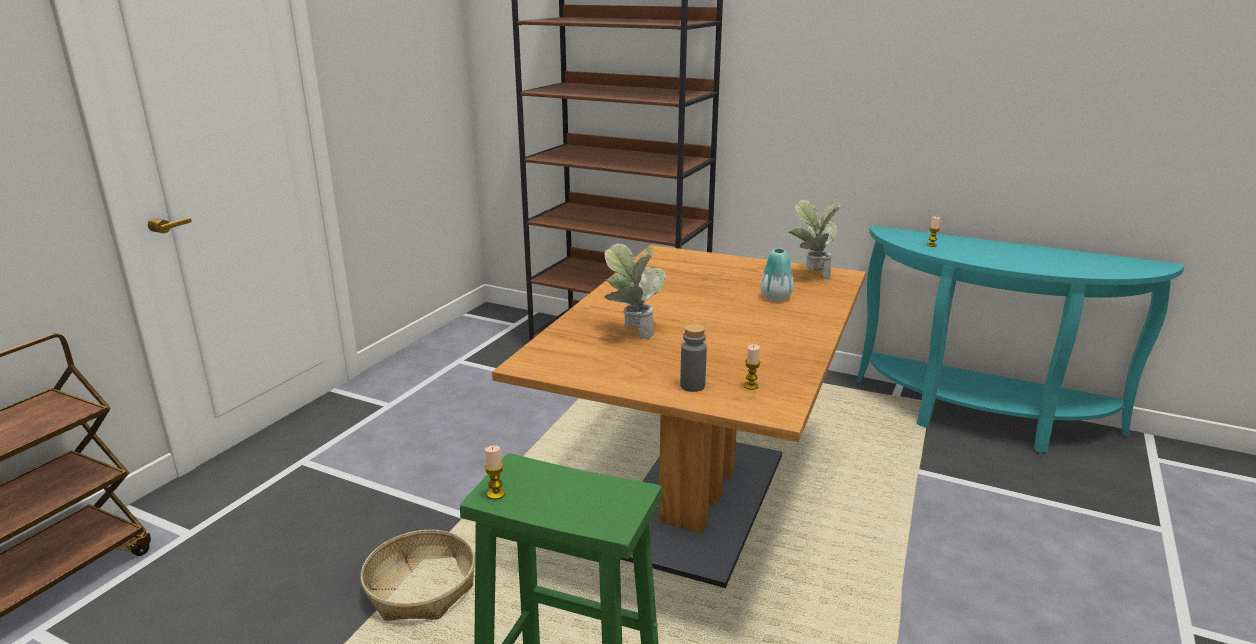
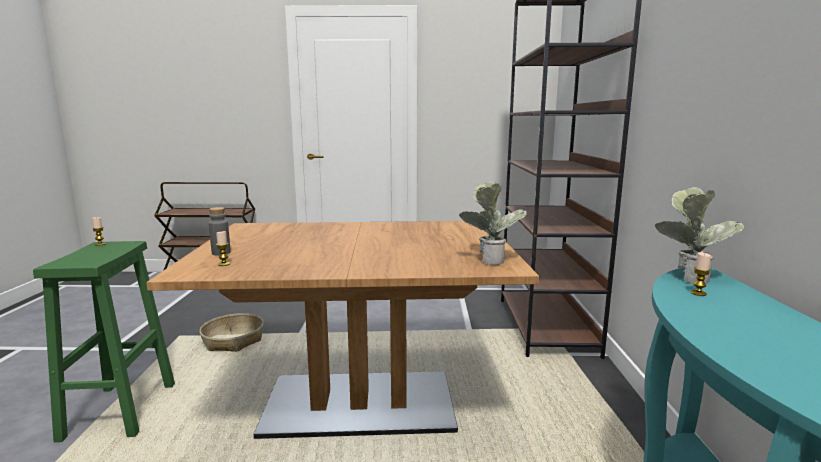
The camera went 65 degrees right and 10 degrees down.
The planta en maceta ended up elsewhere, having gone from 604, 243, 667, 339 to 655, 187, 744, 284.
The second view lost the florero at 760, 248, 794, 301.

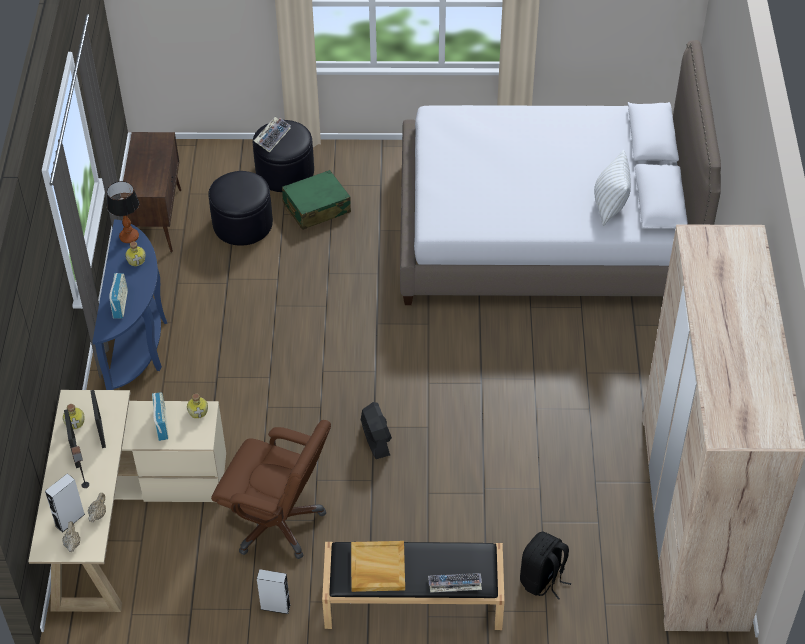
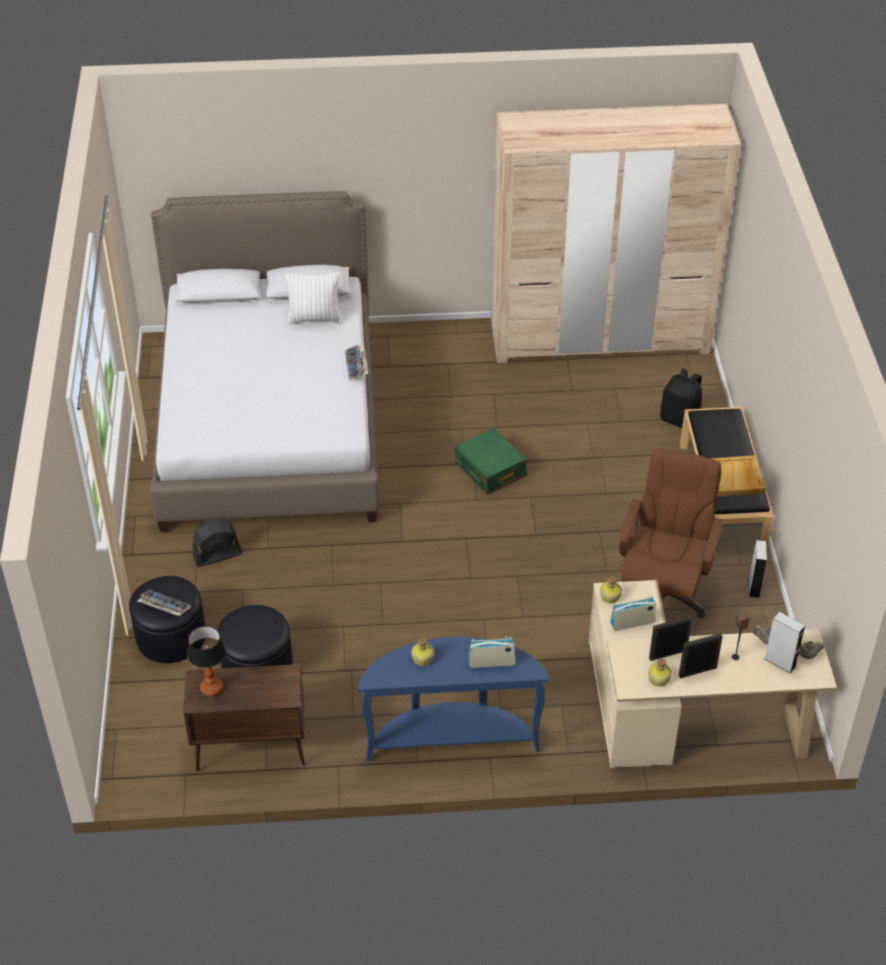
The camera went 95 degrees left and 5 degrees down.
The lámpara de mesa ended up elsewhere, having gone from 106, 181, 139, 243 to 187, 626, 226, 696.
The ventilador/negro ended up elsewhere, having gone from 361, 402, 392, 459 to 193, 518, 242, 567.
The teclado ended up elsewhere, having gone from 428, 573, 482, 593 to 345, 345, 368, 381.
The maleta/verde ended up elsewhere, having gone from 282, 170, 351, 230 to 455, 428, 527, 494.

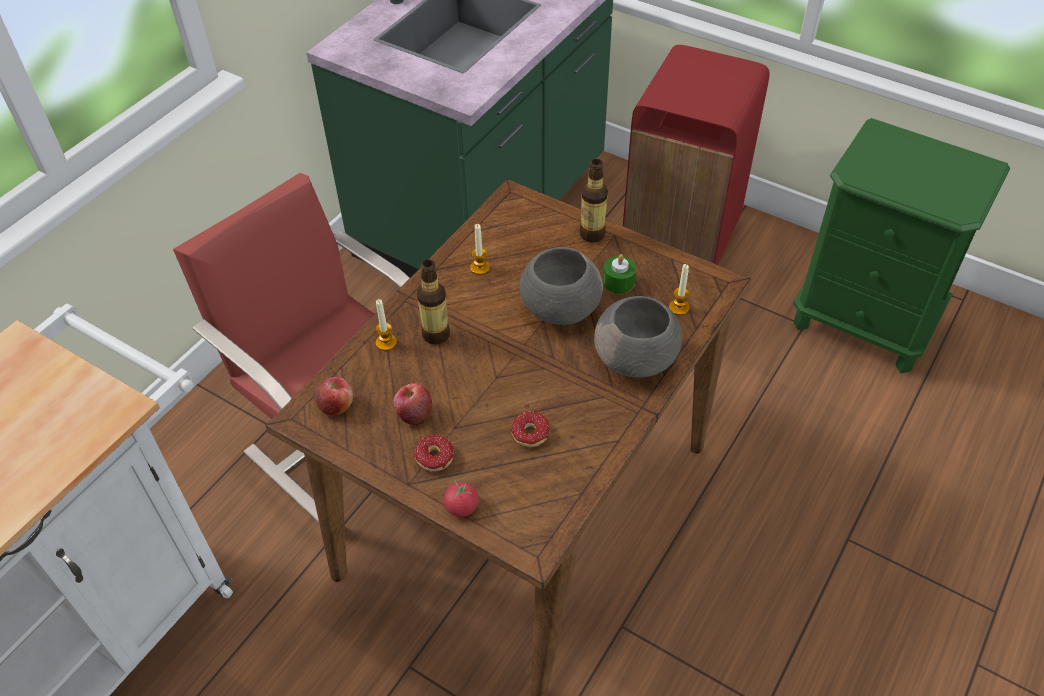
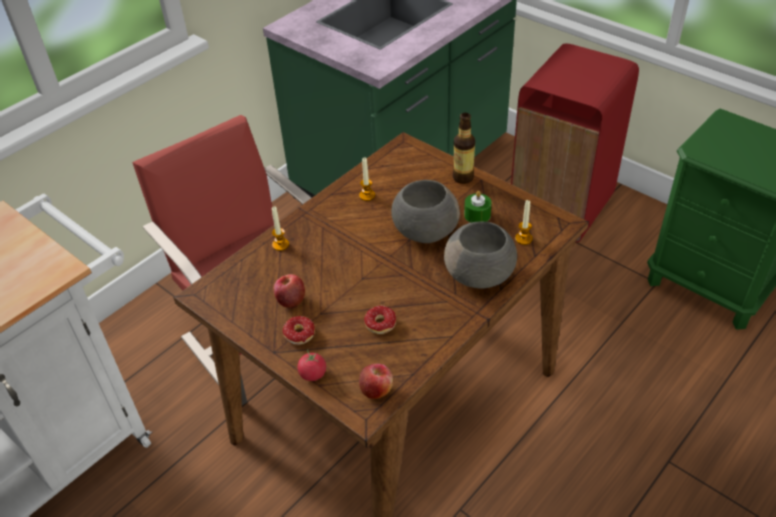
The camera went 10 degrees right and 5 degrees down.
The manzana ended up elsewhere, having gone from 315, 377, 353, 416 to 359, 364, 393, 399.
The second view lost the botella at 417, 259, 450, 345.

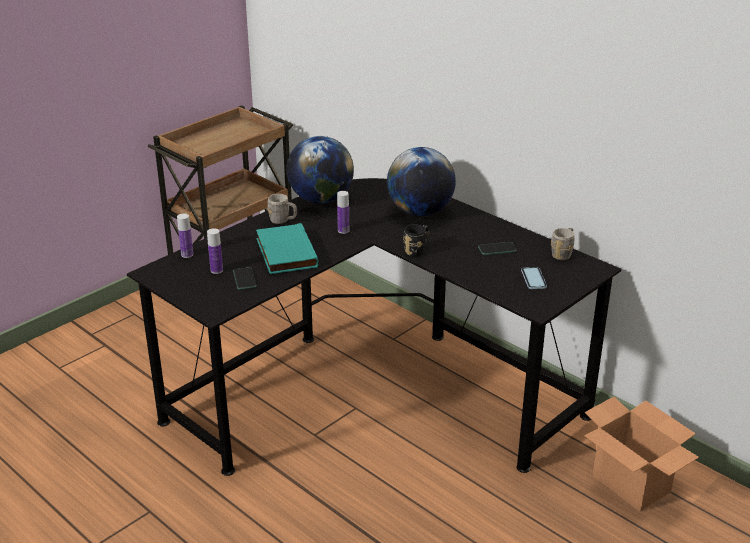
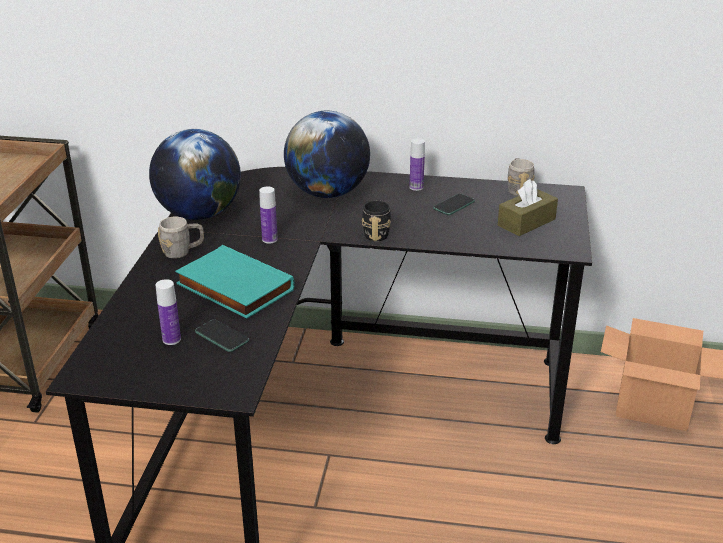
The camera went 35 degrees left and 0 degrees up.
The botella ended up elsewhere, having gone from 177, 214, 193, 258 to 410, 138, 425, 191.
Where the móvil stood at 521, 267, 547, 289, the caja de pañuelos/marrón came to stand at 498, 179, 558, 236.

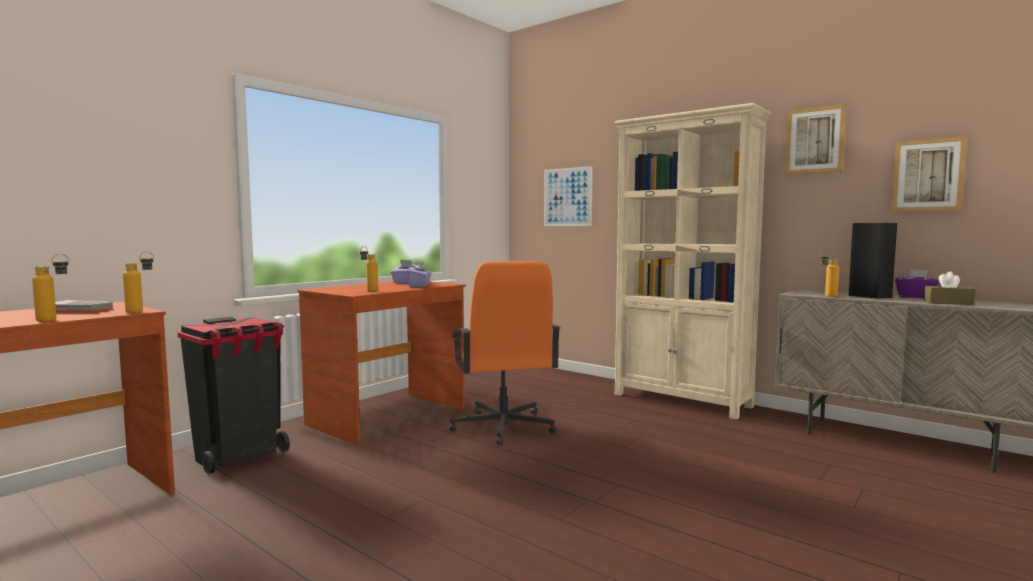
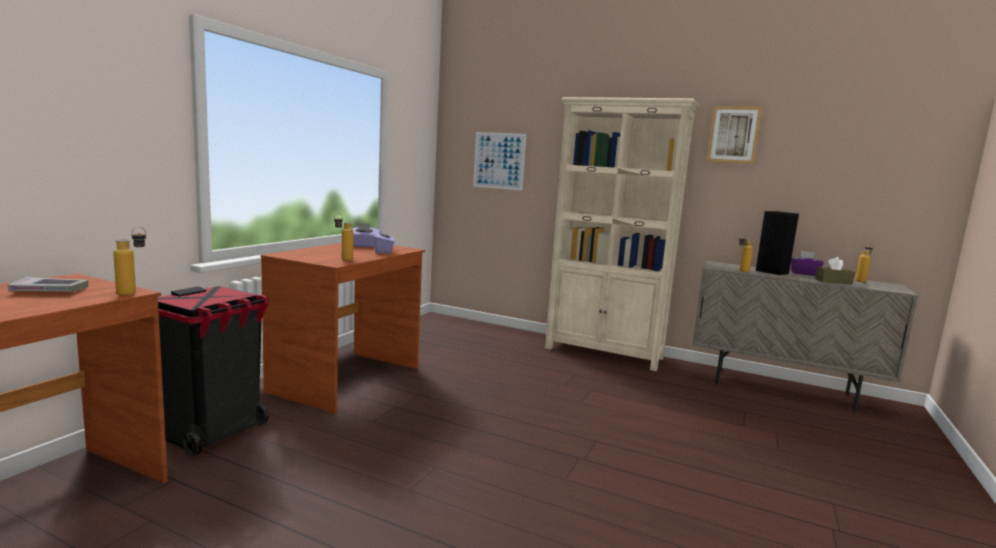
The camera went 15 degrees left and 5 degrees up.
The botella ended up elsewhere, having gone from 32, 254, 69, 322 to 855, 245, 873, 282.
The second view lost the silla de oficina/naranja at 449, 261, 561, 446.
The second view lost the cuadro at 891, 136, 967, 212.

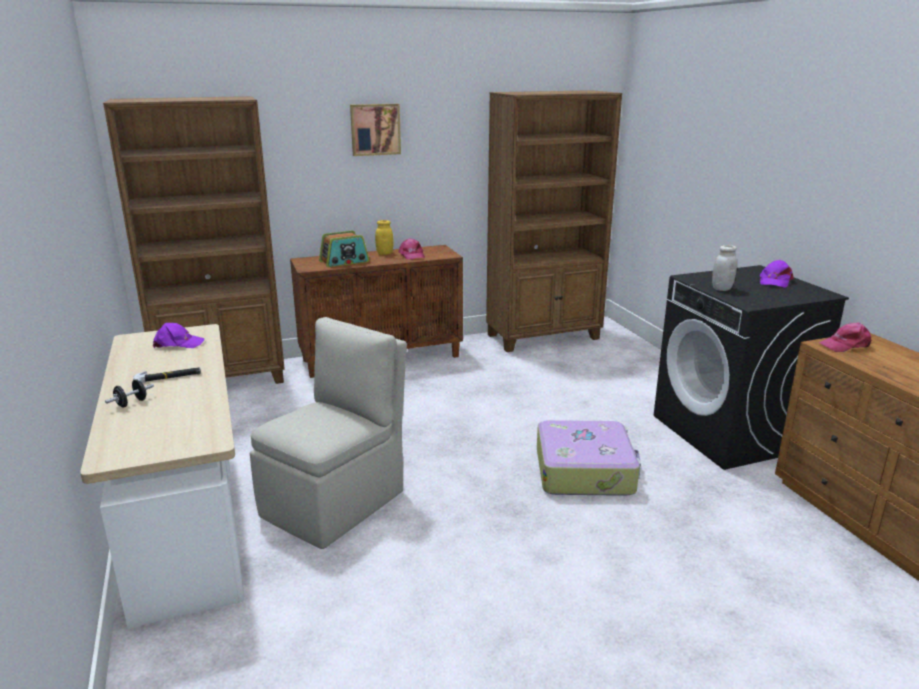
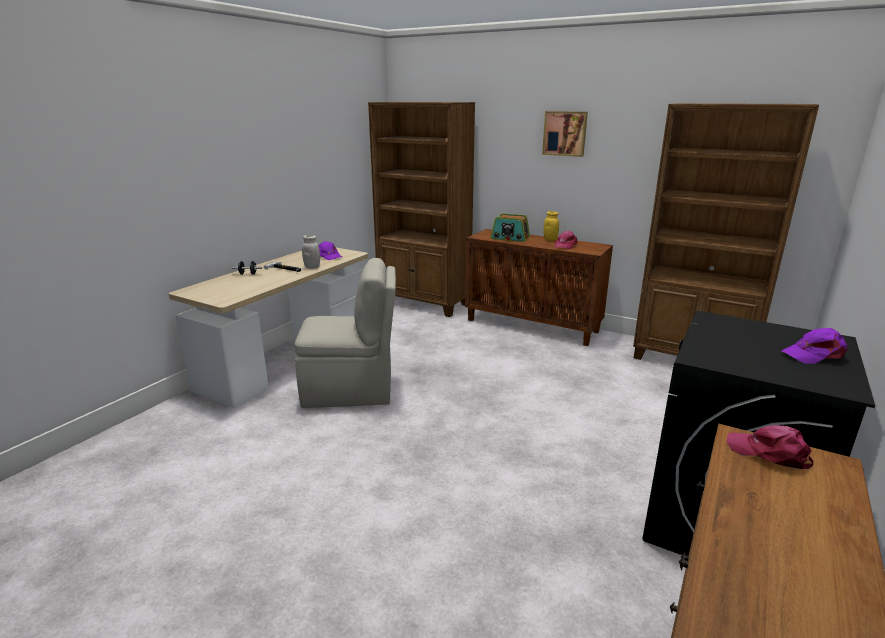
The camera went 50 degrees right and 0 degrees up.
The tarro/blanco ended up elsewhere, having gone from 712, 245, 737, 291 to 302, 235, 320, 269.
The second view lost the maleta at 537, 420, 641, 496.

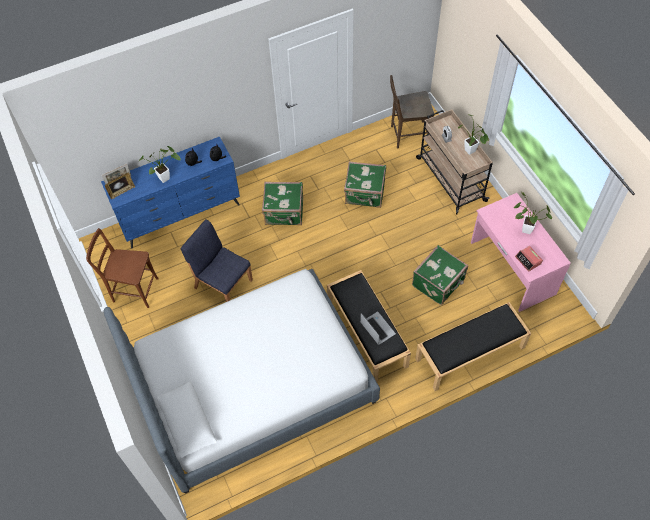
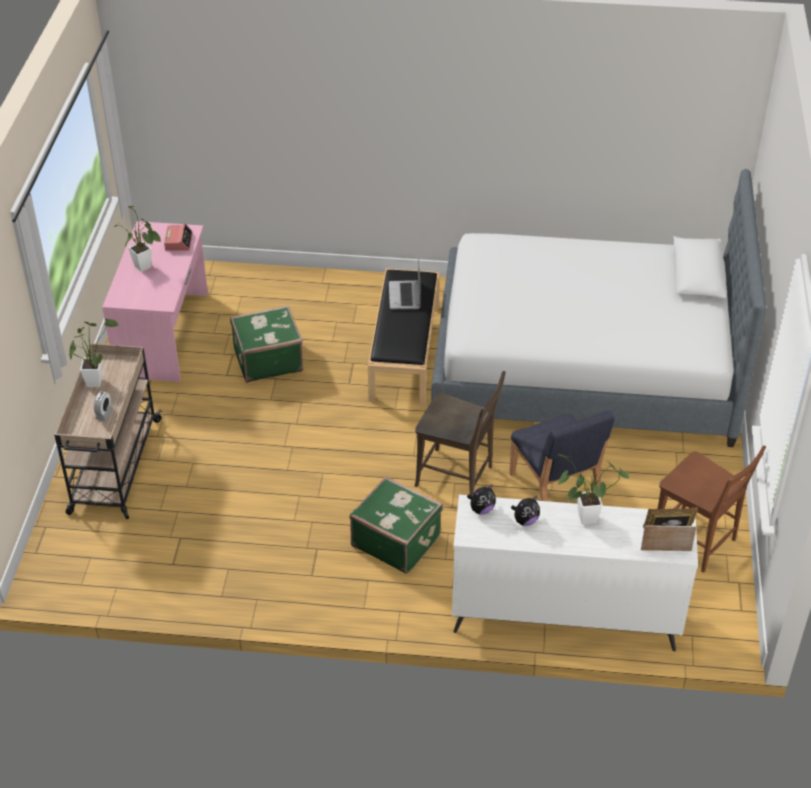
The camera went 150 degrees left and 15 degrees down.
The silla/marrón ended up elsewhere, having gone from 390, 75, 434, 149 to 414, 371, 506, 495.
What was the cómoda/azul at 101, 136, 240, 248 turned into the cómoda/blanco at 452, 495, 698, 651.
The second view lost the maleta/verde at 344, 161, 386, 208.
The second view lost the banco/negro at 415, 302, 531, 391.

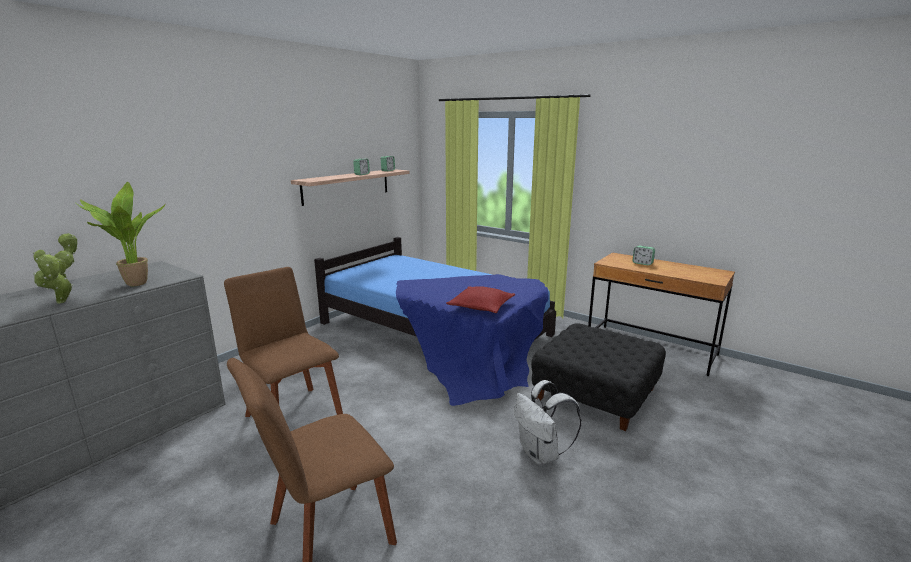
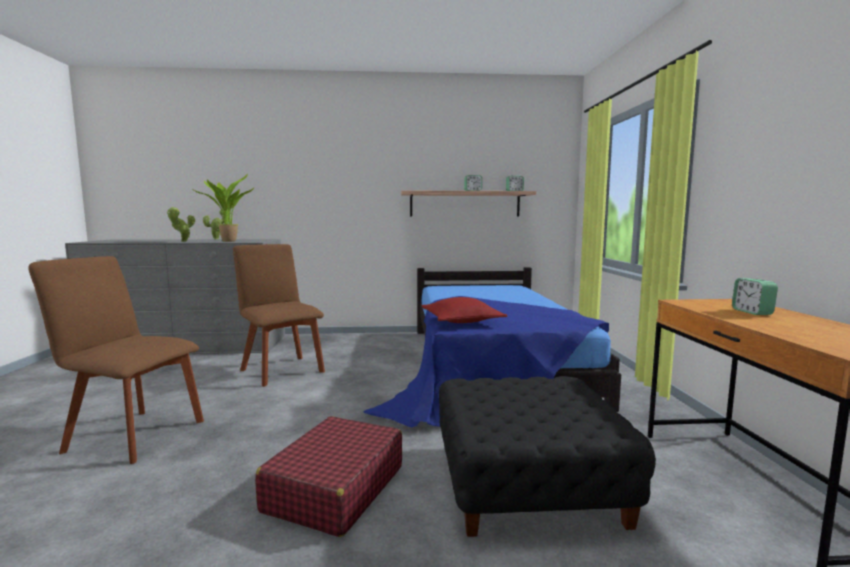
The camera went 50 degrees right and 10 degrees down.
The silla/marrón at 224, 267, 343, 417 ended up facing another way, 45 degrees counterclockwise from before.
Where the mochila/blanco stood at 514, 380, 582, 465, the maleta/rojo came to stand at 255, 416, 402, 537.

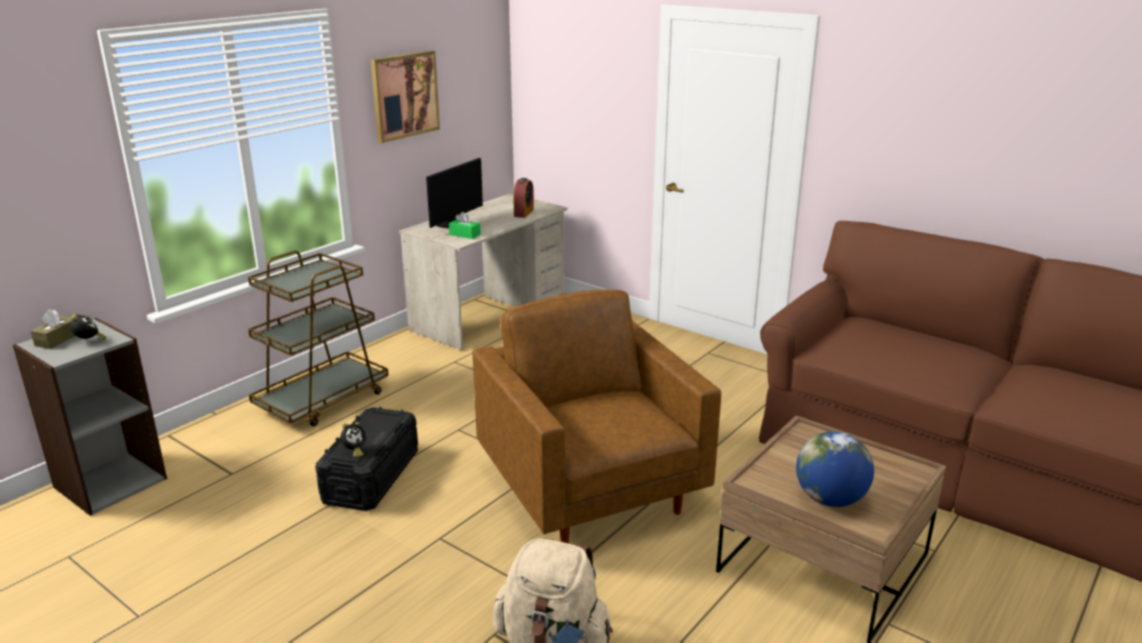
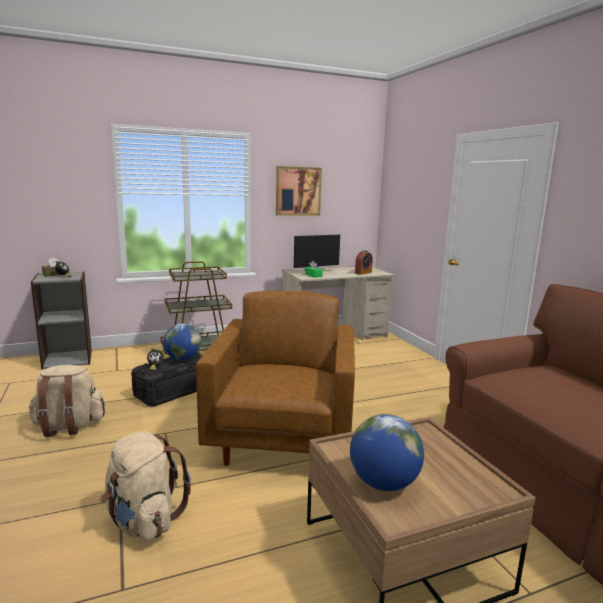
The camera went 30 degrees right and 10 degrees down.
The second view gained the mochila/beis at 28, 365, 105, 437.
The second view gained the globo terráqueo at 163, 324, 202, 361.

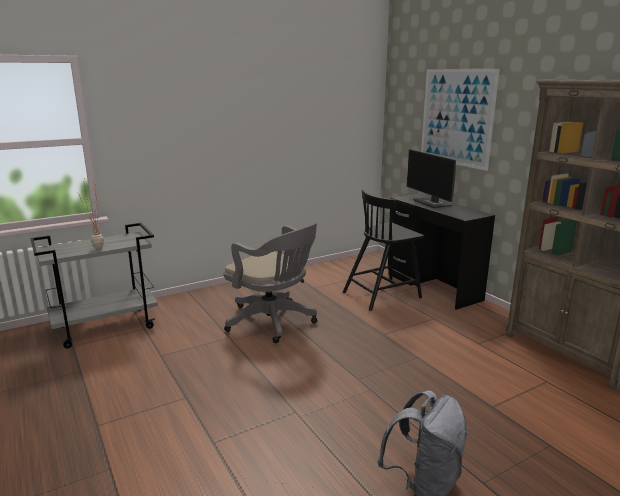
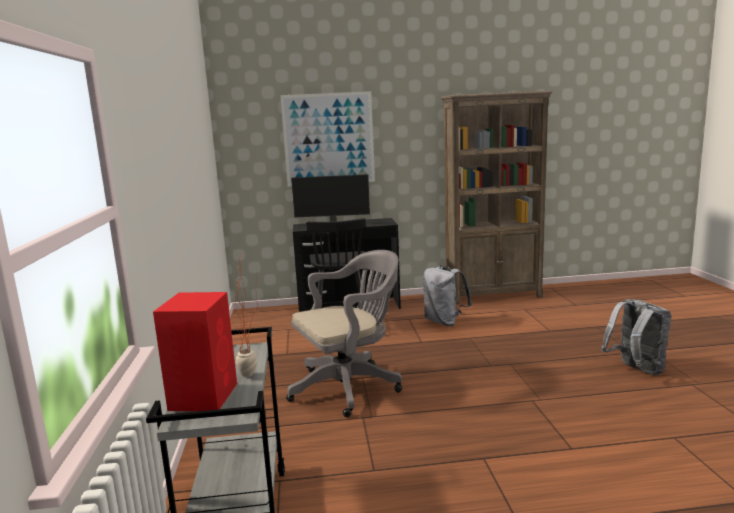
The camera went 65 degrees left and 5 degrees down.
The second view gained the altavoz/rojo at 153, 292, 237, 411.
The second view gained the mochila/gris at 423, 265, 472, 326.

